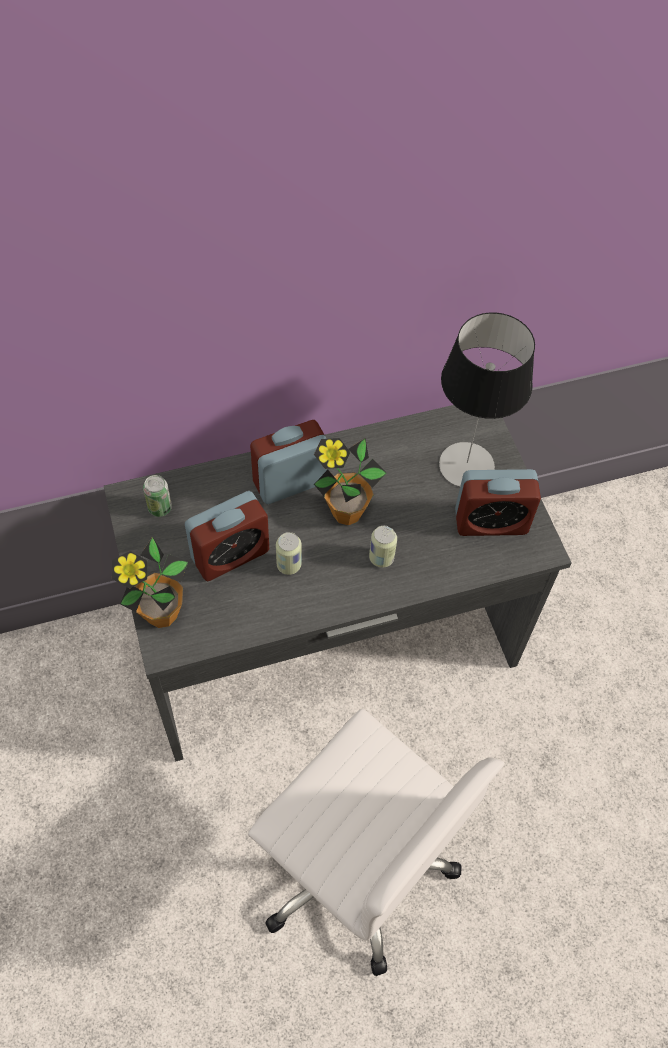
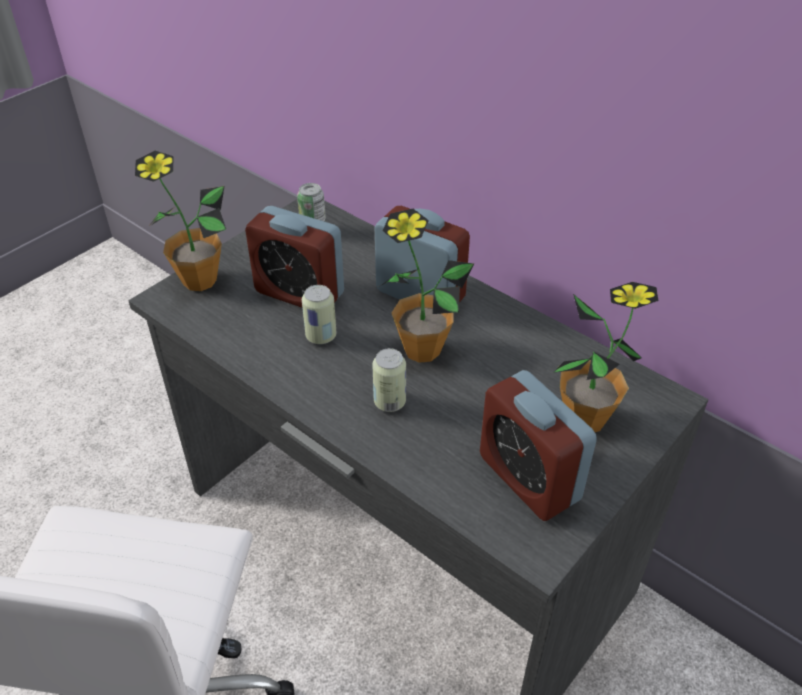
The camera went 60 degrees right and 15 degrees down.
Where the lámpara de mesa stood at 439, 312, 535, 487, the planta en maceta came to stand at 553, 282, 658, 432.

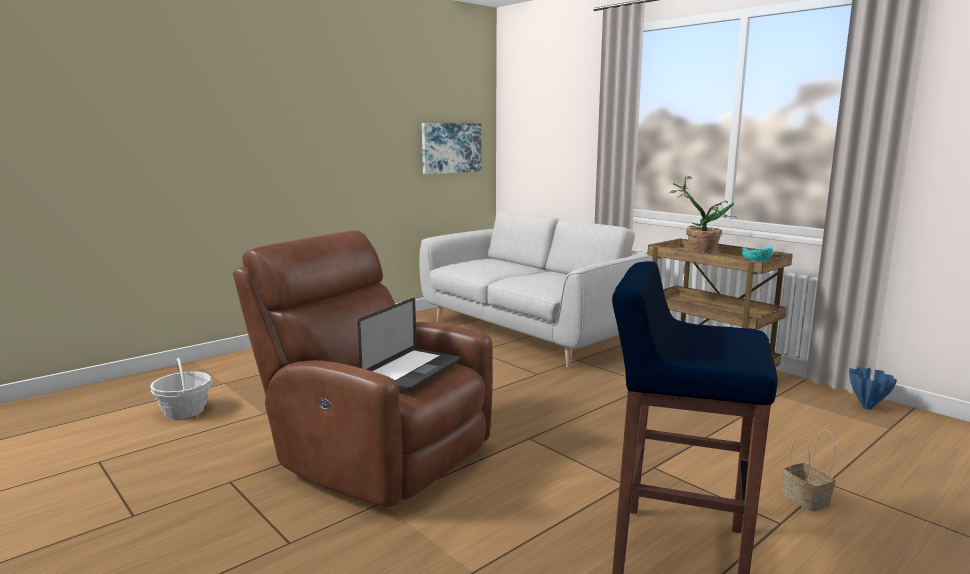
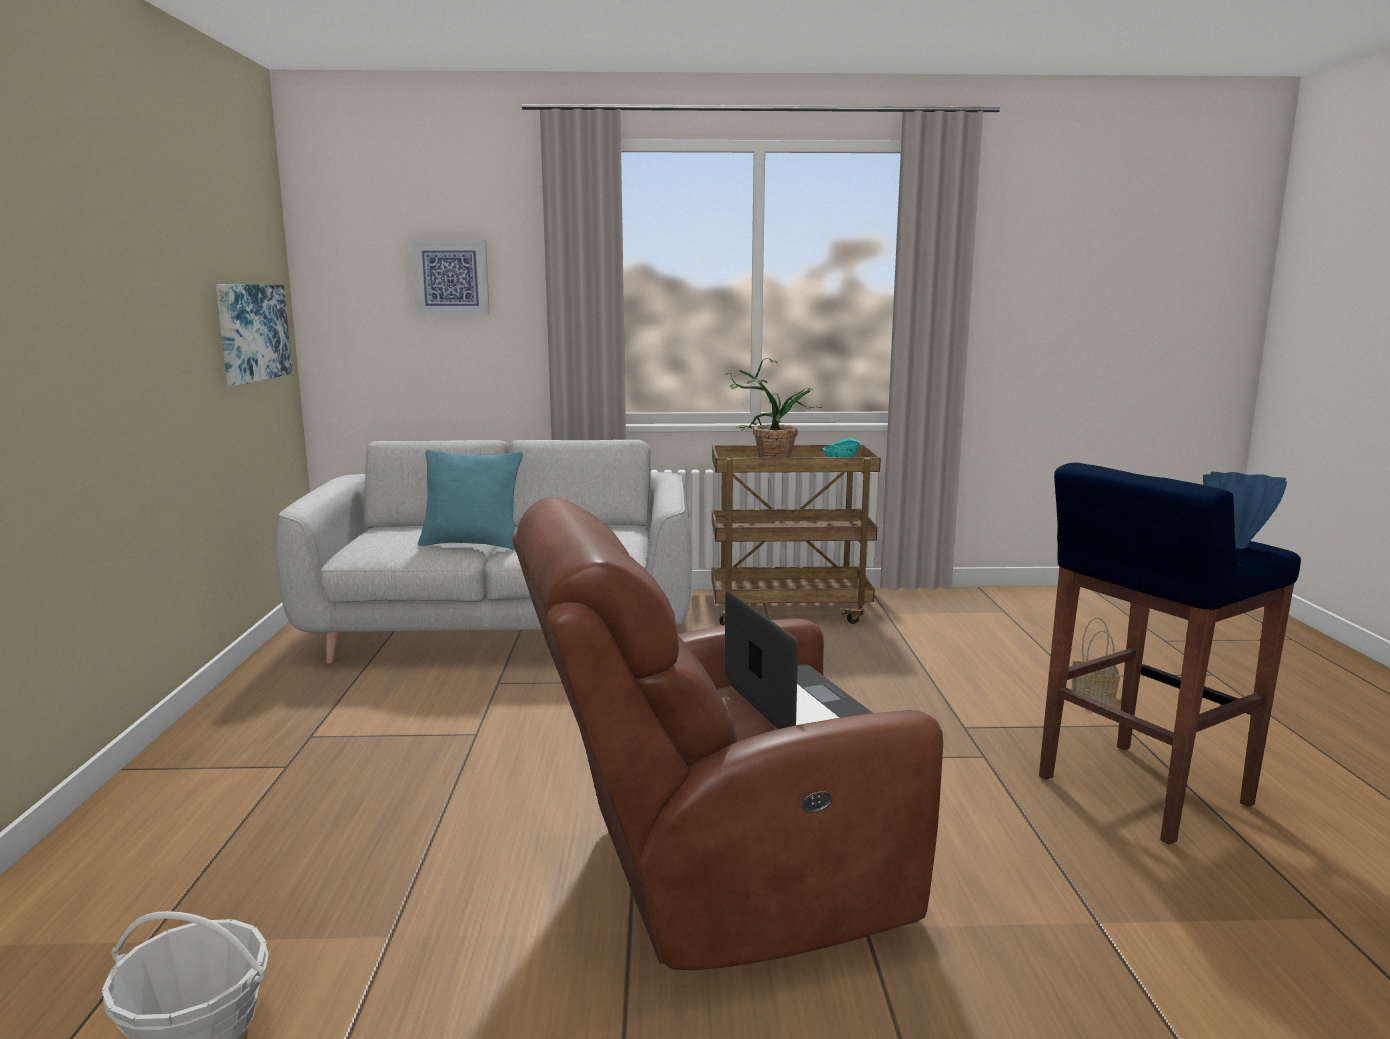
The camera went 50 degrees left and 0 degrees up.
The second view gained the cuadro at 410, 240, 490, 316.
The second view gained the cojín/turquesa at 418, 449, 523, 550.
The florero/azul ended up elsewhere, having gone from 849, 367, 897, 410 to 1203, 472, 1287, 549.

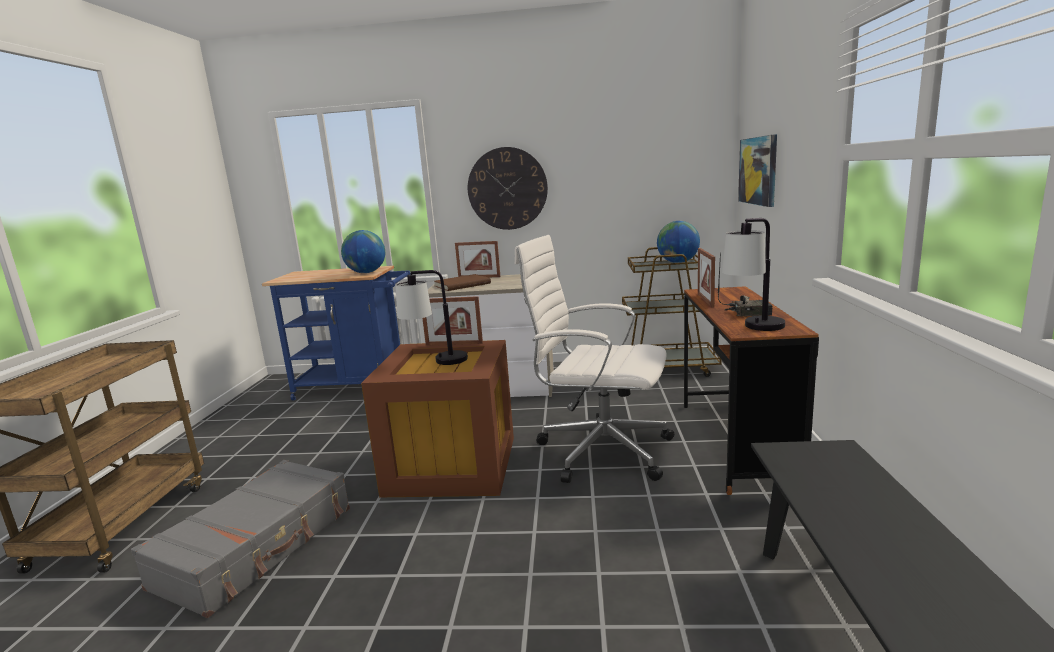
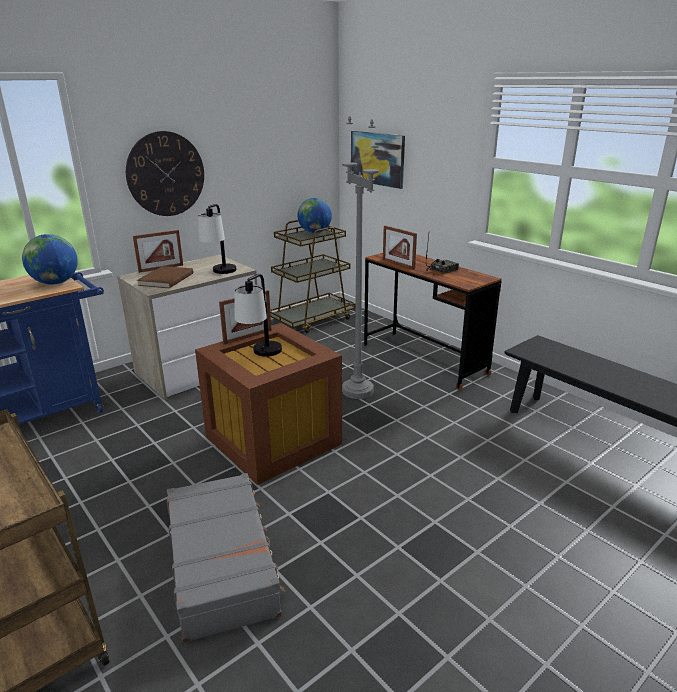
The camera went 45 degrees left and 10 degrees up.
The lámpara de mesa ended up elsewhere, having gone from 722, 218, 785, 331 to 198, 204, 236, 274.
Where the silla de oficina/blanco stood at 515, 235, 674, 483, the lámpara de pie/gris came to stand at 342, 116, 379, 399.

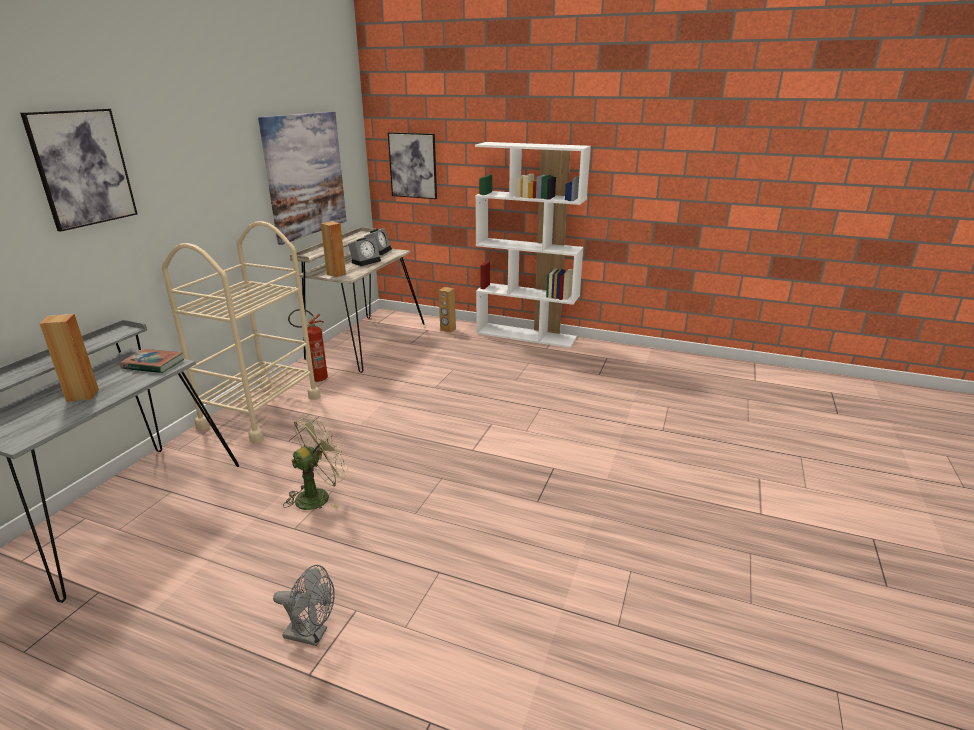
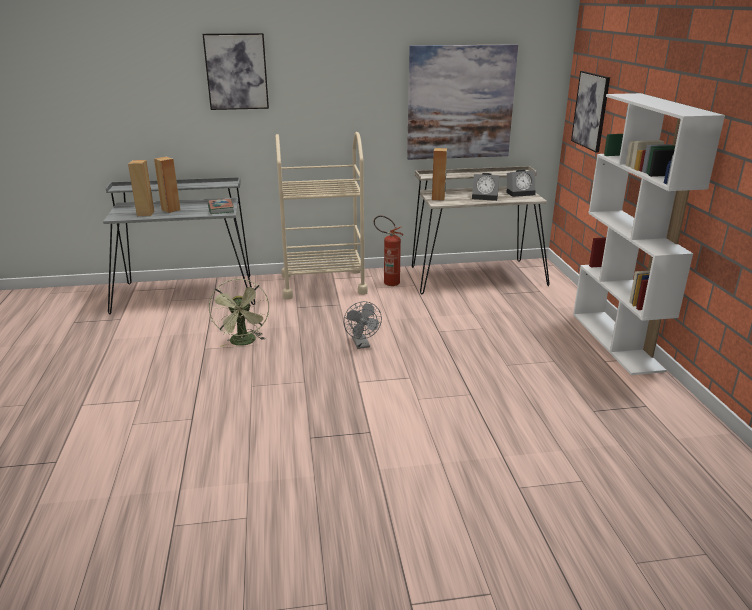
The camera went 60 degrees right and 0 degrees up.
The altavoz/marrón ended up elsewhere, having gone from 439, 287, 456, 333 to 128, 160, 155, 216.
The ventilador/verde at 283, 415, 348, 510 ended up facing another way, 60 degrees clockwise from before.
The ventilador/gris ended up elsewhere, having gone from 273, 565, 335, 646 to 344, 301, 382, 349.

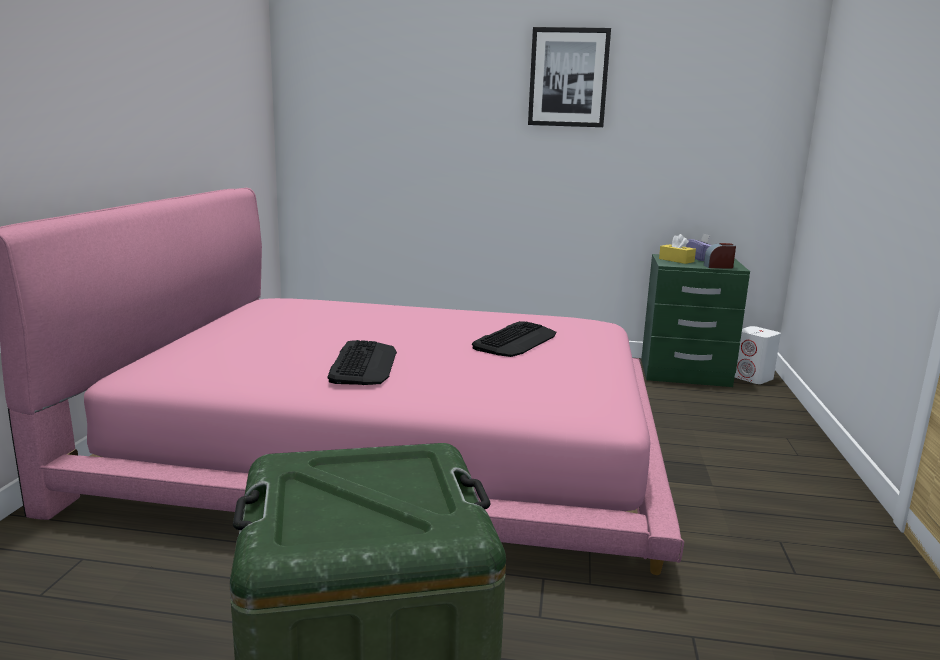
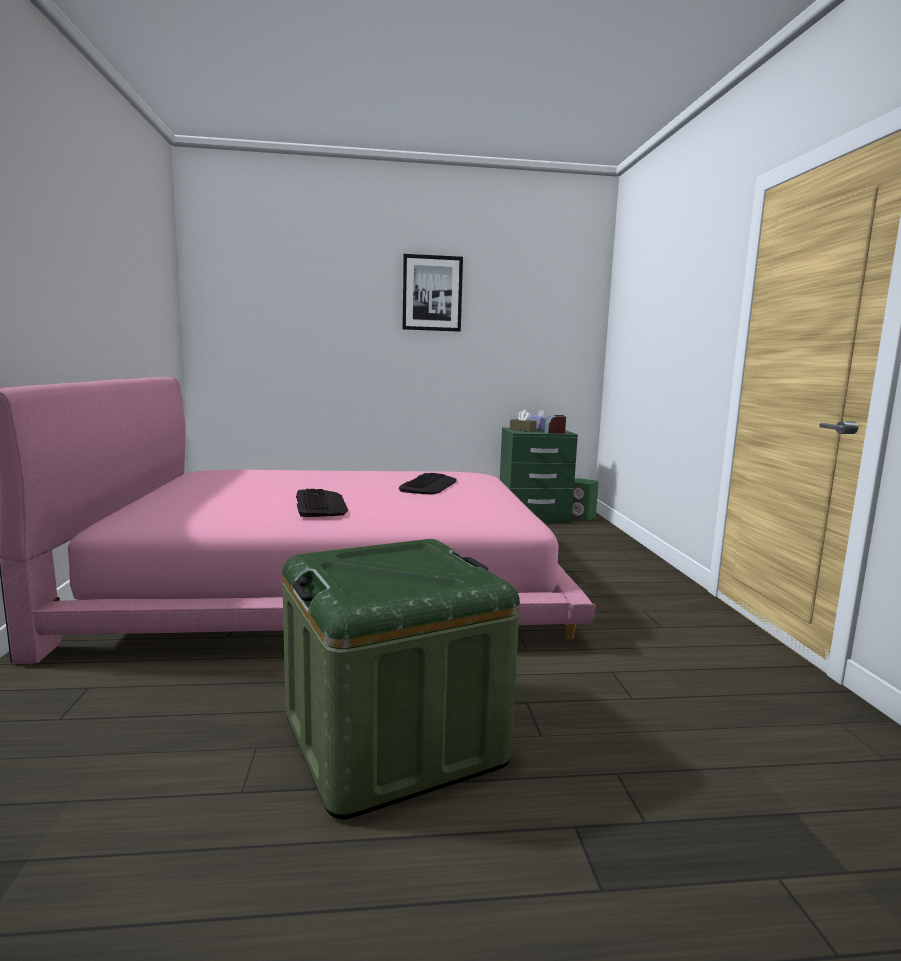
The camera went 15 degrees left and 5 degrees down.
What was the caja de pañuelos/amarillo at 659, 234, 696, 264 turned into the caja de pañuelos/marrón at 510, 410, 537, 432.
What was the altavoz/blanco at 735, 326, 781, 384 turned into the altavoz/verde at 571, 478, 599, 520.

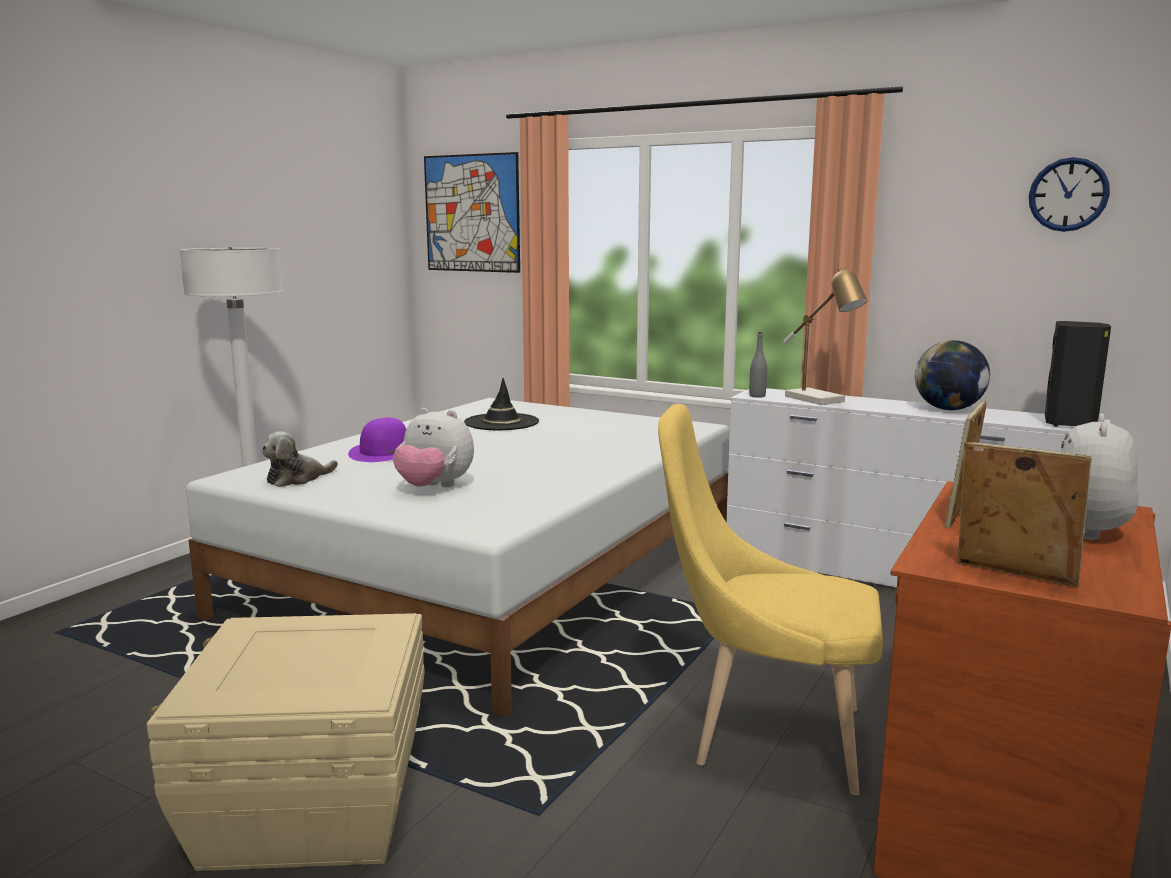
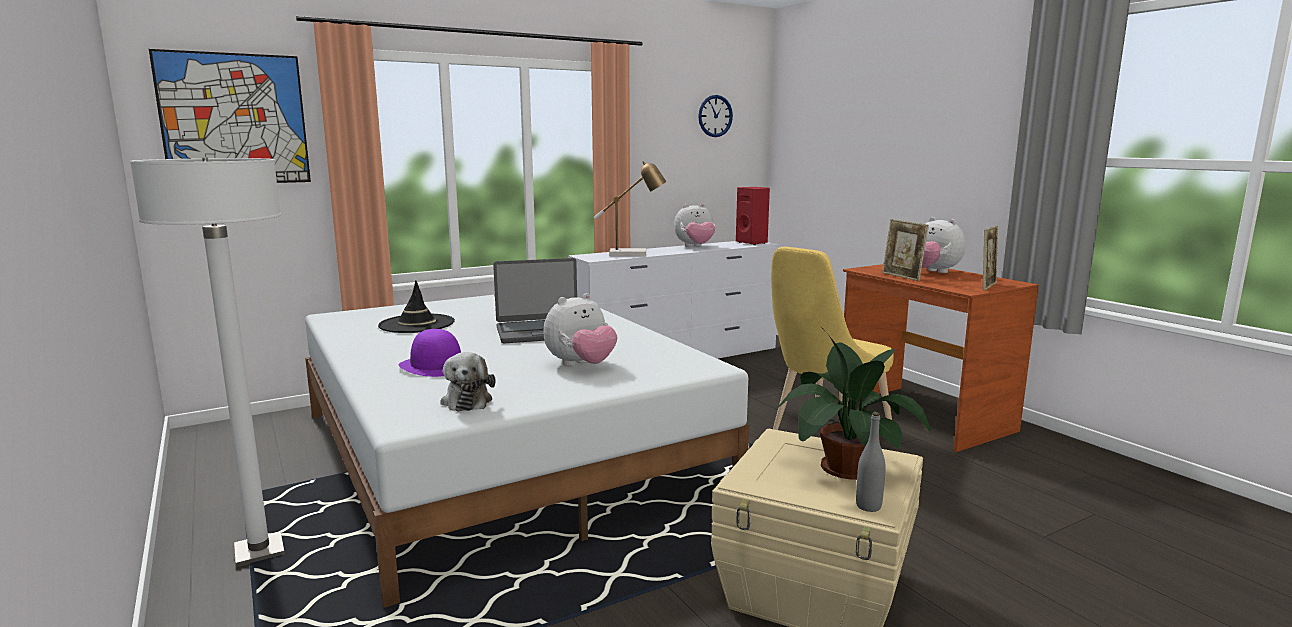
The camera went 60 degrees left and 0 degrees up.
The second view gained the portátil at 493, 258, 577, 343.
Where the globo terráqueo stood at 915, 340, 990, 410, the peluche came to stand at 674, 203, 715, 247.
What was the altavoz/negro at 1045, 321, 1111, 427 turned into the altavoz/rojo at 736, 187, 770, 245.
The second view gained the planta en maceta at 776, 325, 930, 480.
The botella/gris ended up elsewhere, having gone from 749, 332, 767, 398 to 856, 412, 886, 512.
The portarretratos at 957, 442, 1092, 587 ended up facing another way, 150 degrees clockwise from before.

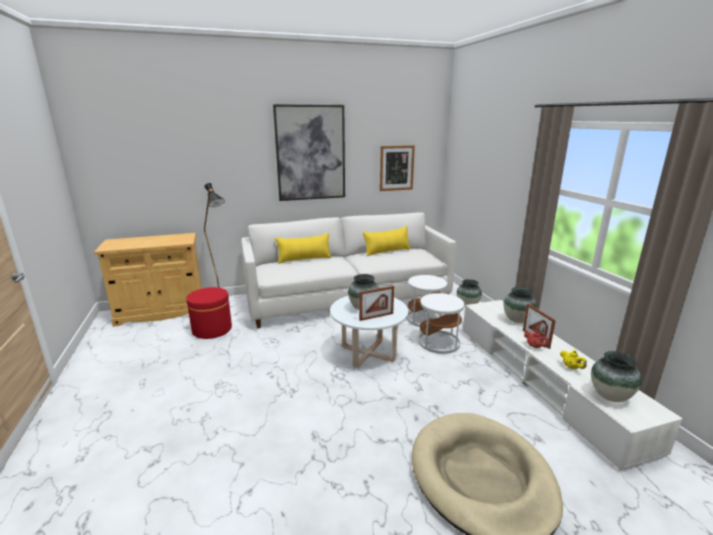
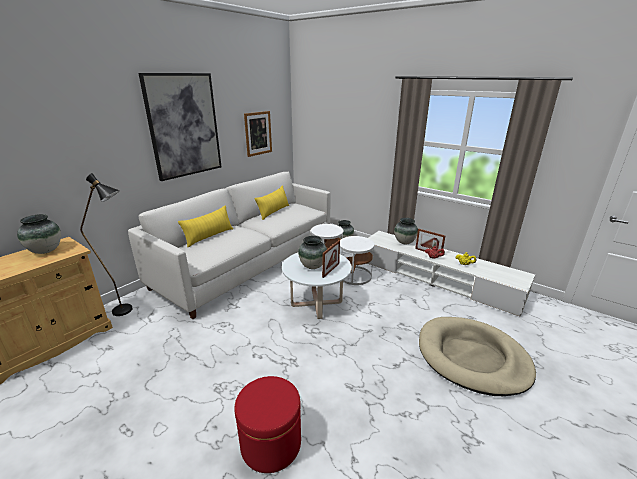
The camera went 35 degrees left and 5 degrees up.
The florero ended up elsewhere, having gone from 591, 351, 642, 402 to 17, 214, 61, 254.
The puf/rojo ended up elsewhere, having gone from 186, 287, 232, 339 to 234, 376, 301, 473.

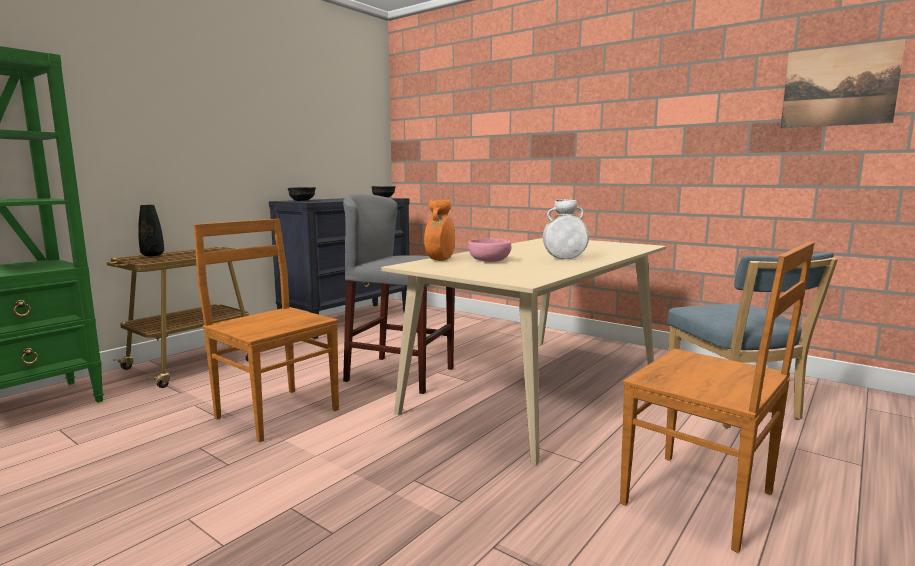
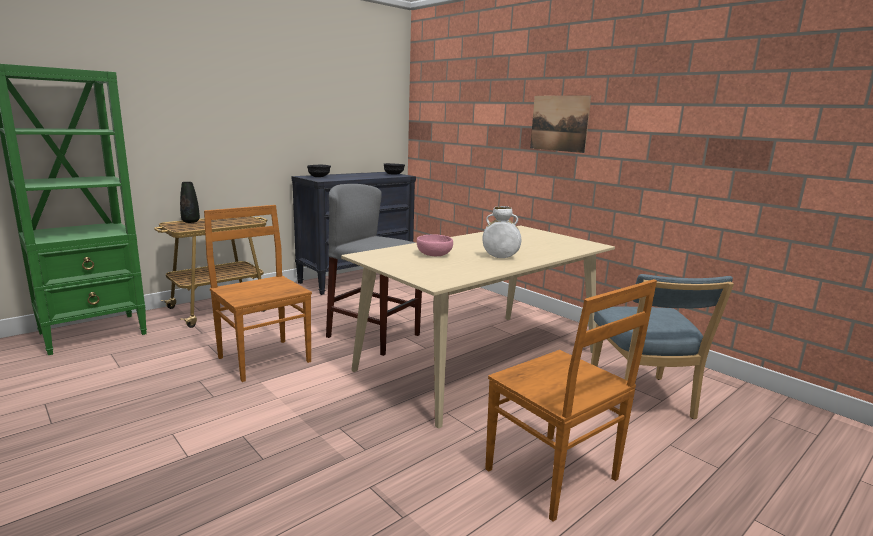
The camera went 10 degrees right and 5 degrees up.
The cuadro ended up elsewhere, having gone from 781, 39, 906, 128 to 530, 96, 591, 153.
The second view lost the florero/naranja at 424, 200, 455, 261.

